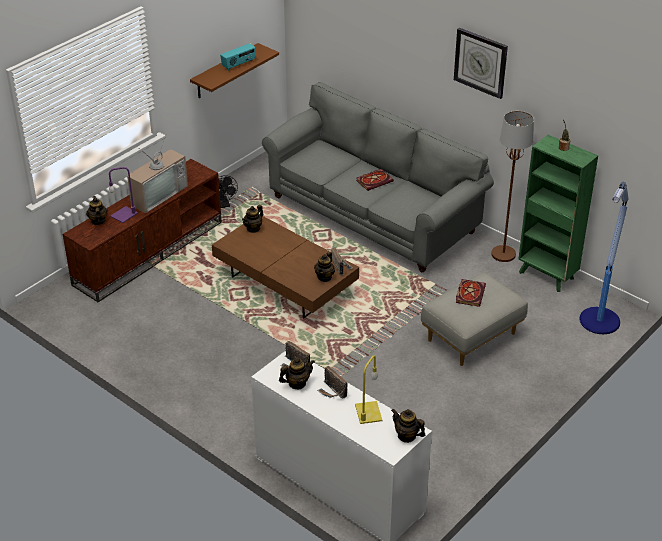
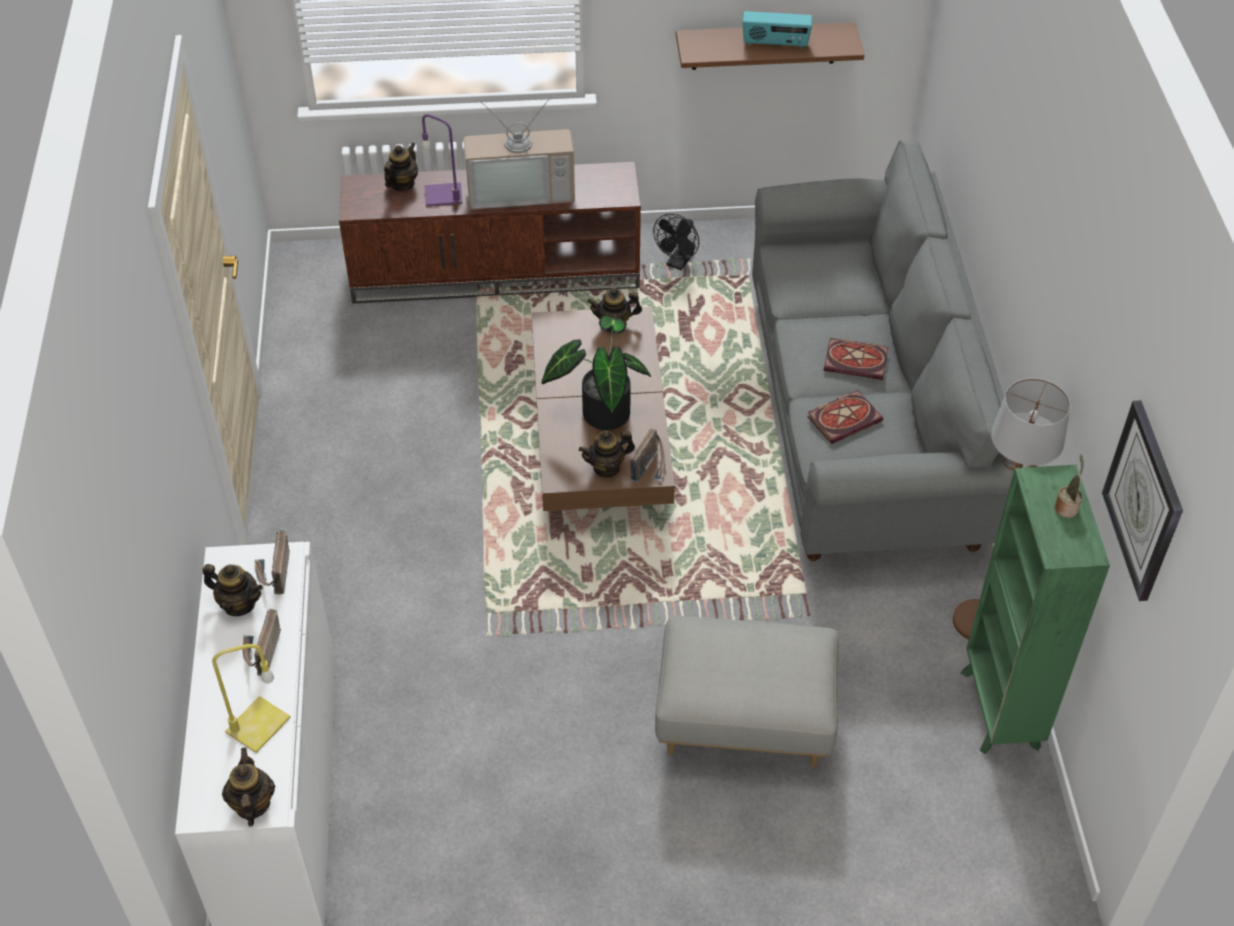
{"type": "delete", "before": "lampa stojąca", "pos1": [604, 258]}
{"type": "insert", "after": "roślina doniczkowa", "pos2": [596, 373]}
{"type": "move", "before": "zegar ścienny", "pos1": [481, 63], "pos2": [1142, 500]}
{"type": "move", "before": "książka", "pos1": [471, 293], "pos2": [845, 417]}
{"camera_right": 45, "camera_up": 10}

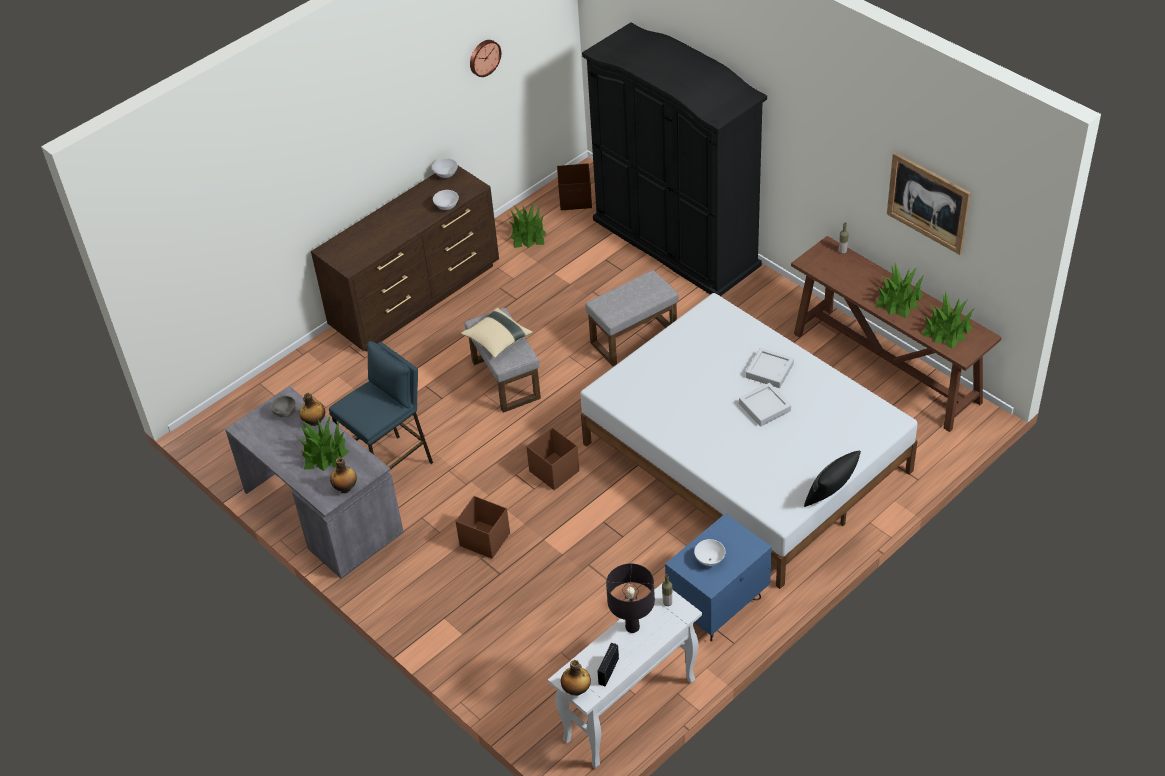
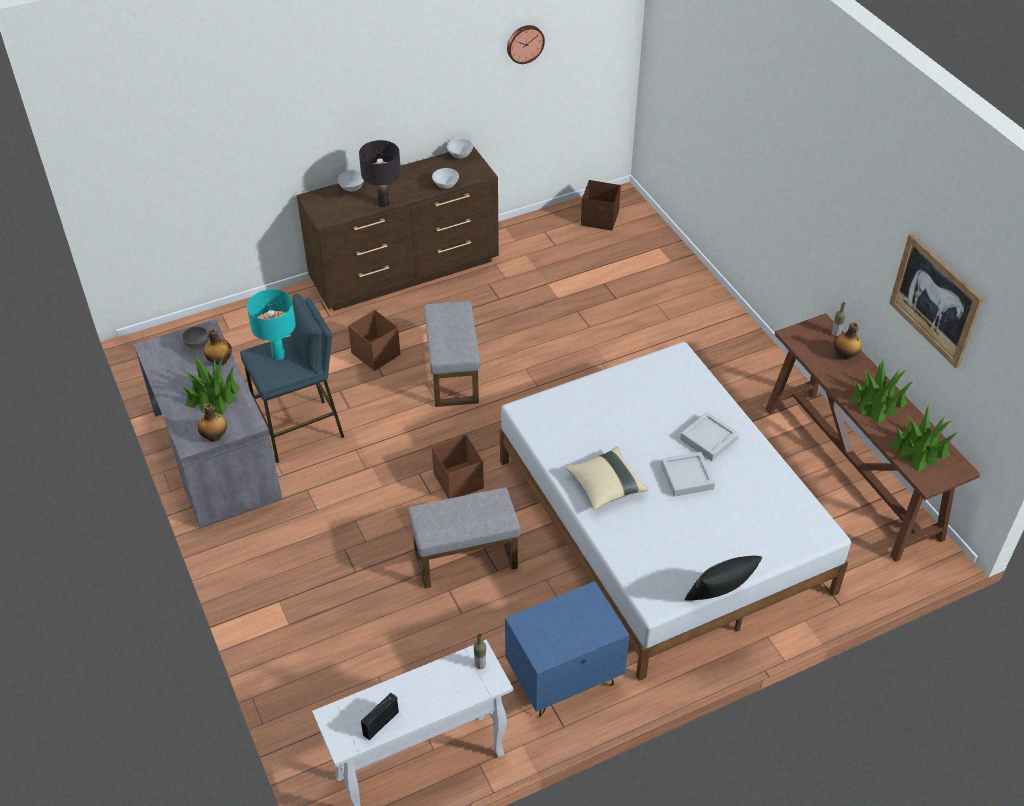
{"type": "delete", "before": "roślina doniczkowa", "pos1": [528, 225]}
{"type": "delete", "before": "szafa/czarny", "pos1": [674, 159]}
{"type": "insert", "after": "lampa stołowa/turkusowy", "pos2": [271, 324]}
{"type": "move", "before": "pojemnik do przechowywania/brązowy", "pos1": [482, 527], "pos2": [374, 340]}
{"type": "move", "before": "poduszka/beżowy", "pos1": [496, 332], "pos2": [607, 478]}
{"type": "move", "before": "butelka", "pos1": [576, 678], "pos2": [848, 341]}
{"type": "move", "before": "pufa/szary", "pos1": [632, 318], "pos2": [464, 538]}
{"type": "move", "before": "lampa stołowa/czarny", "pos1": [630, 598], "pos2": [380, 173]}
{"type": "move", "before": "miska/biały", "pos1": [709, 552], "pos2": [350, 181]}
{"camera_right": 15, "camera_up": 0}

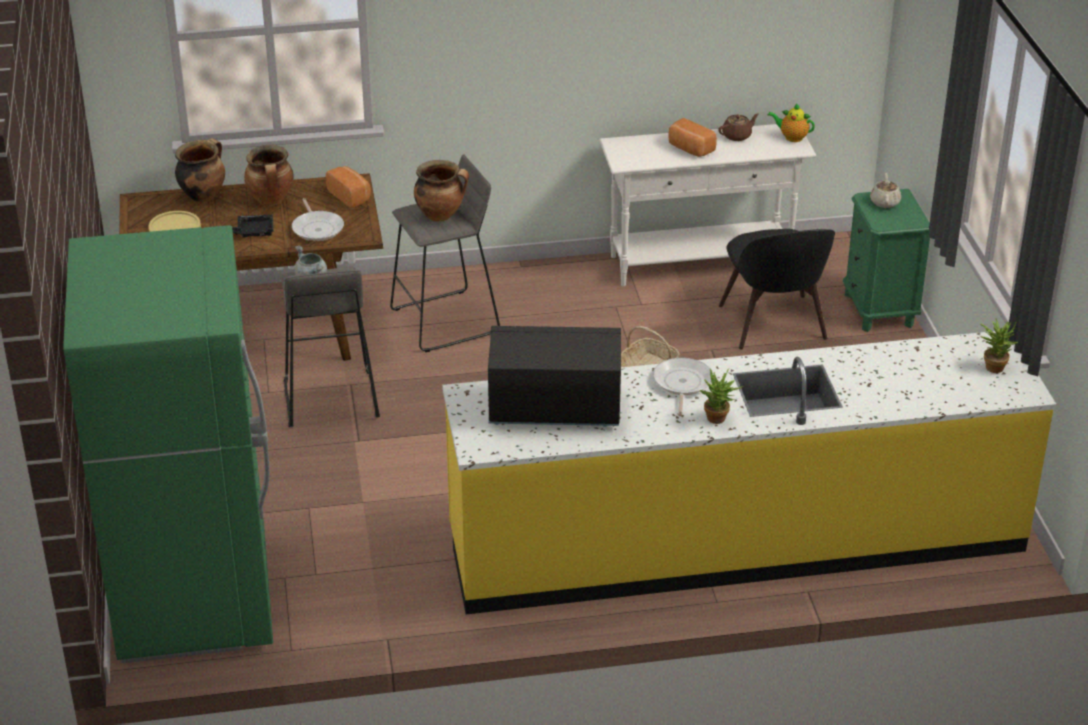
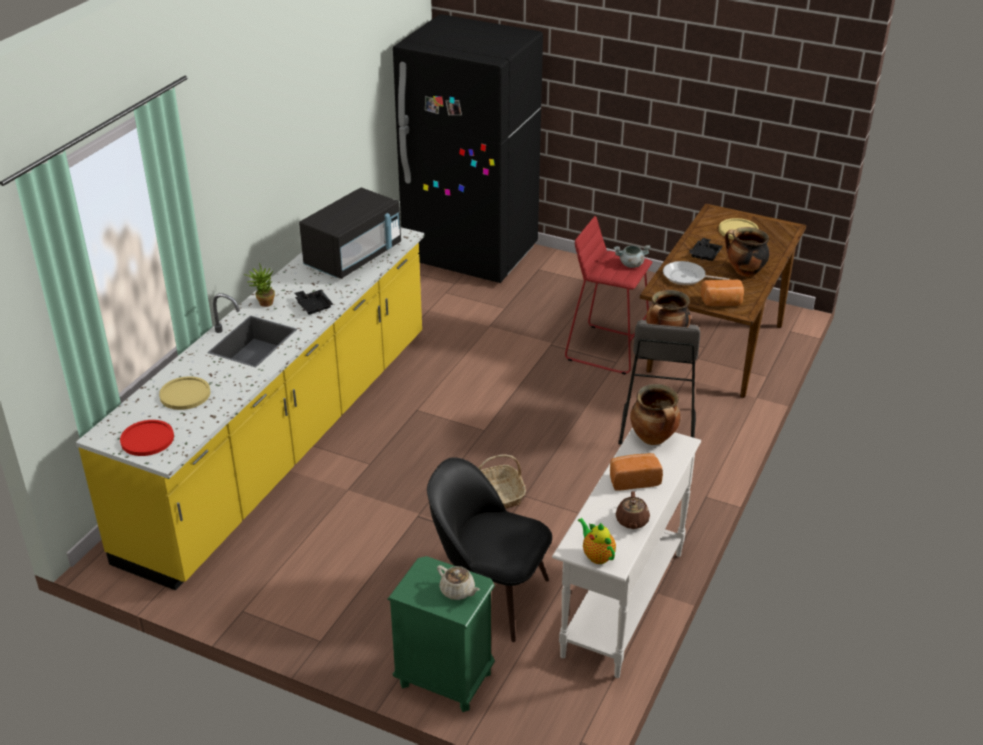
{"type": "insert", "after": "talerz/żółty", "pos2": [184, 393]}
{"type": "move", "before": "garnek", "pos1": [200, 170], "pos2": [655, 414]}
{"type": "replace", "before": "patelnia", "after": "taca/czarny", "pos1": [682, 387], "pos2": [314, 302]}
{"type": "replace", "before": "roślina doniczkowa", "after": "talerz/czerwony", "pos1": [999, 346], "pos2": [147, 438]}
{"type": "recolor", "before": "lodówka/zielony", "after": "lodówka/czarny", "pos1": [168, 444], "pos2": [468, 148]}
{"type": "recolor", "before": "stołek/szary", "after": "stołek/czerwony", "pos1": [331, 346], "pos2": [608, 295]}
{"type": "rotate", "before": "imbryk", "pos1": [791, 122], "pos2": [597, 541], "turn": -90}
{"camera_right": 125, "camera_up": 0}

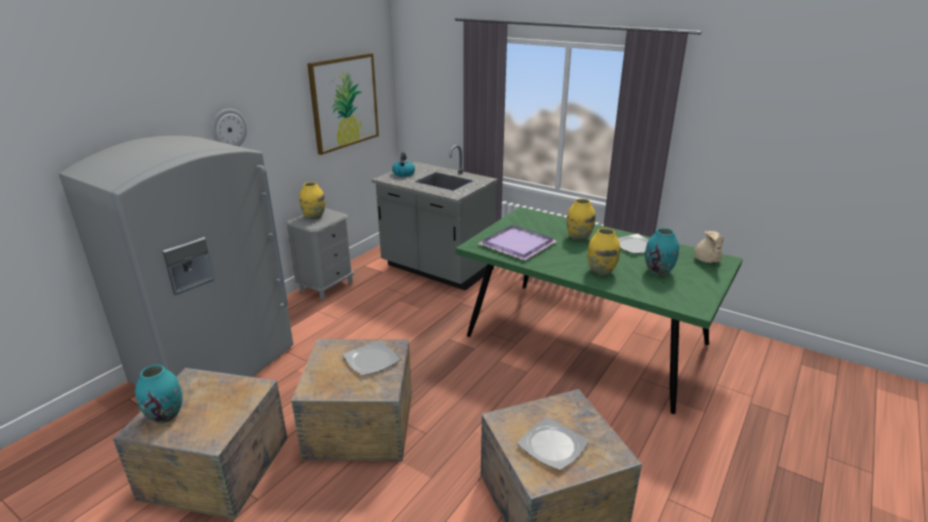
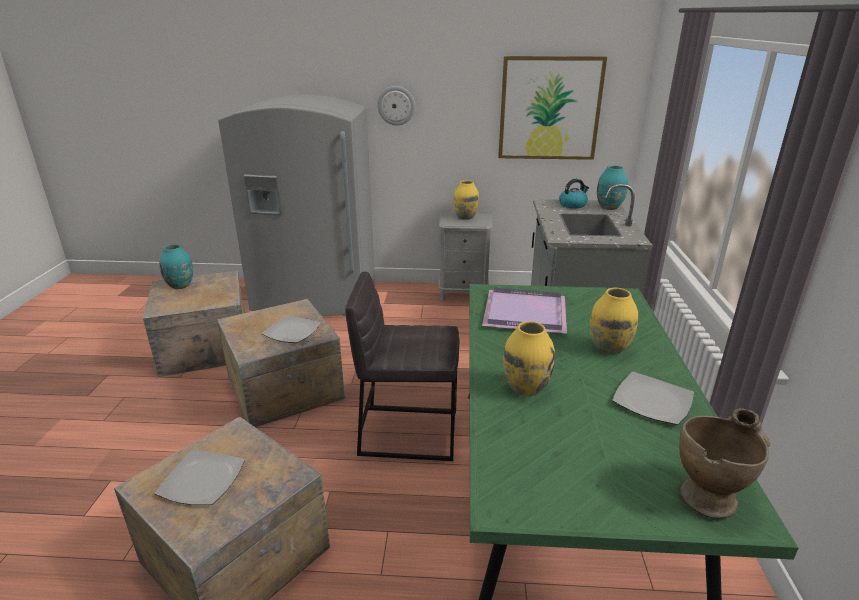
{"type": "insert", "after": "stołek/szary", "pos2": [402, 366]}
{"type": "move", "before": "wazon/turkusowy", "pos1": [662, 252], "pos2": [612, 187]}
{"type": "replace", "before": "imbryk/beżowy", "after": "wazon/beżowy", "pos1": [709, 247], "pos2": [724, 463]}
{"camera_right": 60, "camera_up": 0}

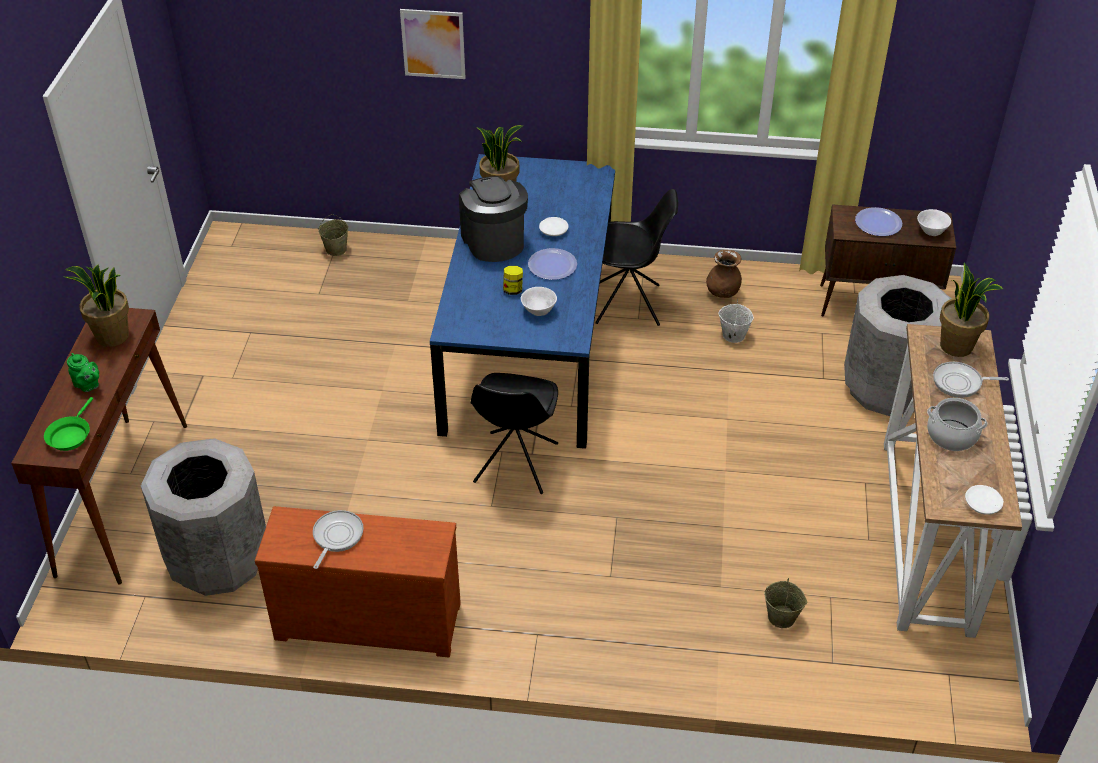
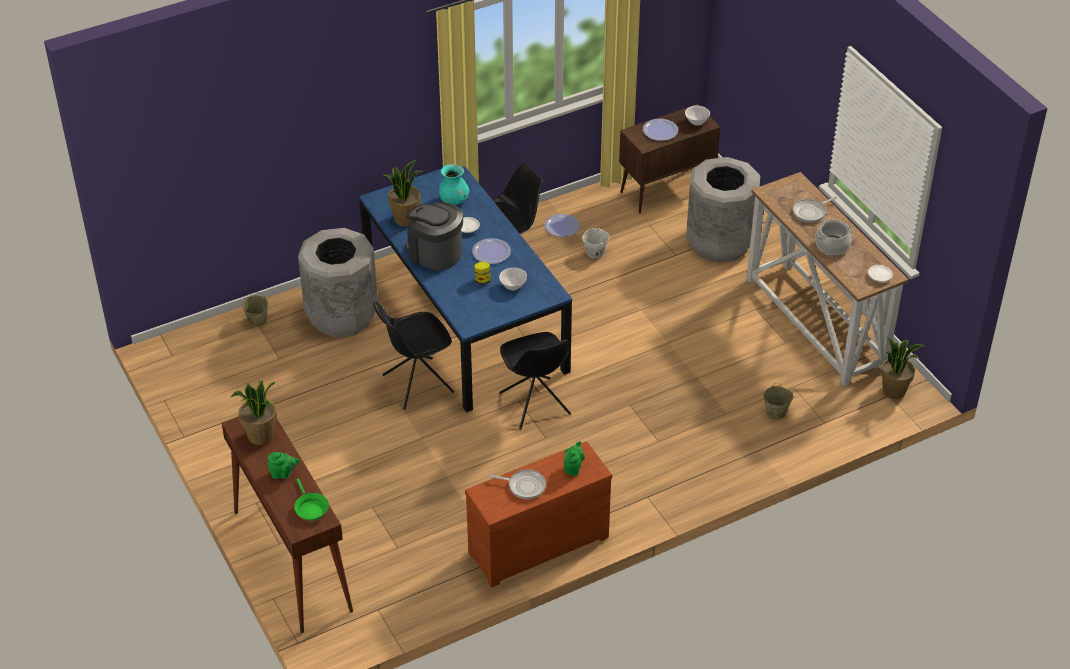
{"type": "delete", "before": "obraz", "pos1": [433, 44]}
{"type": "insert", "after": "krzesło/czarny", "pos2": [413, 355]}
{"type": "insert", "after": "wazon/turkusowy", "pos2": [454, 184]}
{"type": "insert", "after": "imbryk/zielony", "pos2": [574, 458]}
{"type": "move", "before": "kosz na śmieci/szary", "pos1": [203, 517], "pos2": [338, 282]}
{"type": "move", "before": "roślina doniczkowa", "pos1": [971, 309], "pos2": [902, 368]}
{"type": "replace", "before": "wazon/brązowy", "after": "talerz", "pos1": [724, 273], "pos2": [562, 225]}
{"type": "rotate", "before": "patelnia", "pos1": [338, 539], "pos2": [517, 484], "turn": 120}
{"camera_right": -35, "camera_up": 0}

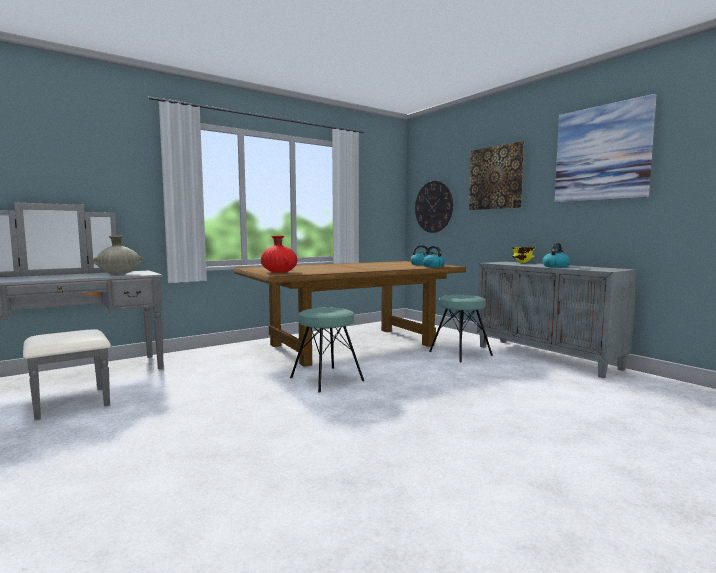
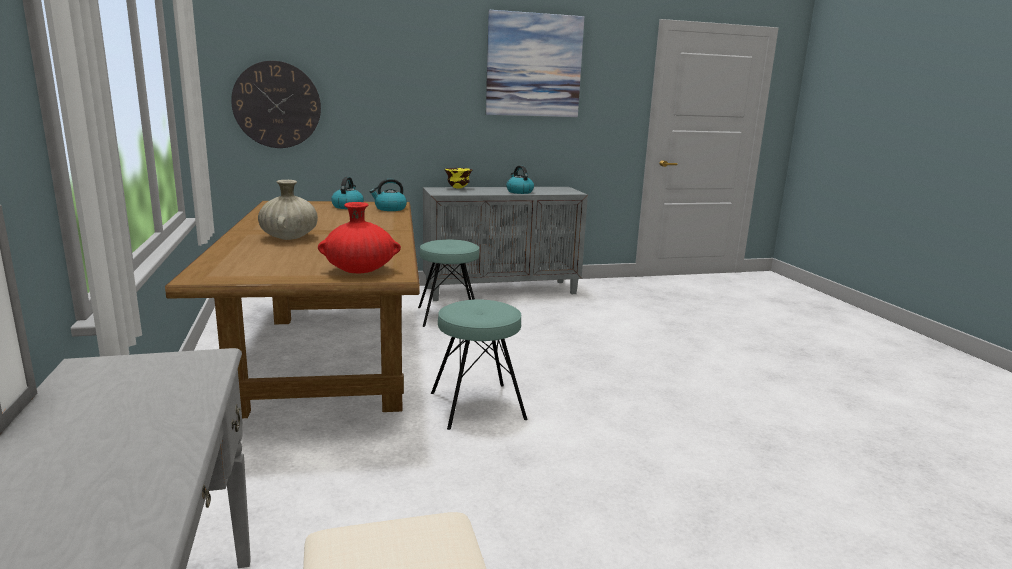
{"type": "delete", "before": "obraz", "pos1": [496, 175]}
{"type": "move", "before": "wazon/beżowy", "pos1": [118, 255], "pos2": [288, 210]}
{"camera_right": -70, "camera_up": 10}

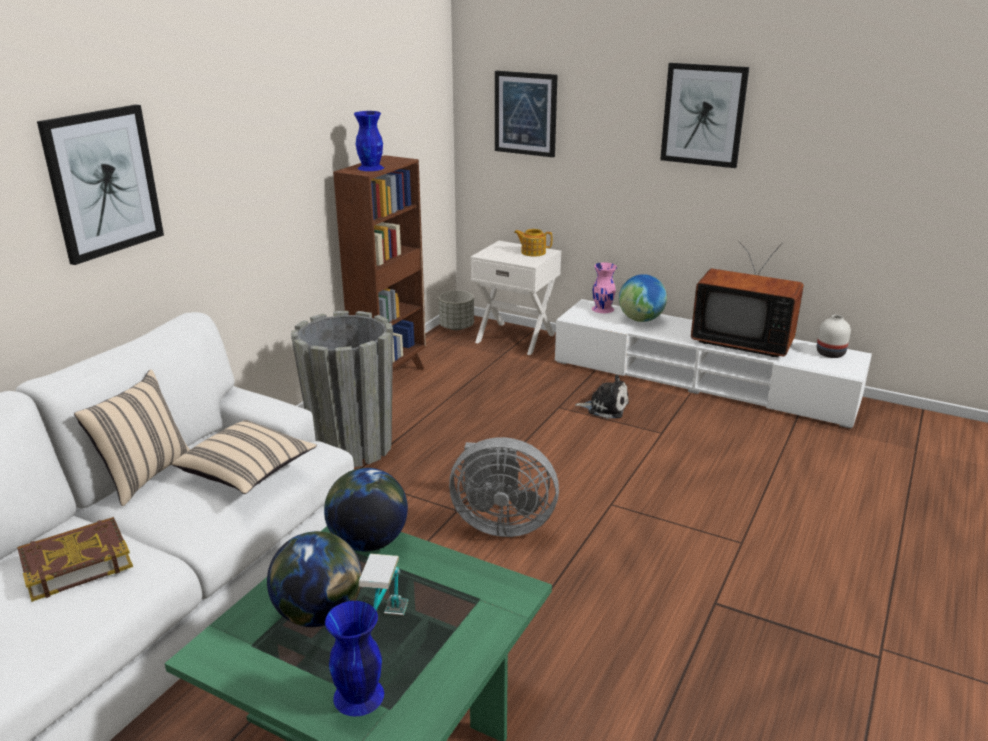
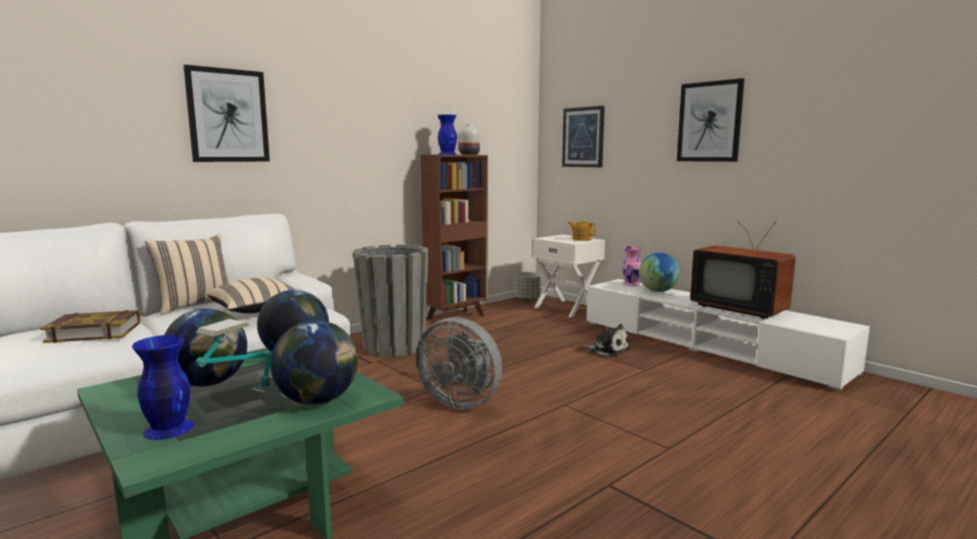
{"type": "insert", "after": "globus", "pos2": [314, 362]}
{"type": "move", "before": "wazon/biały", "pos1": [834, 336], "pos2": [469, 139]}
{"camera_right": 20, "camera_up": -15}

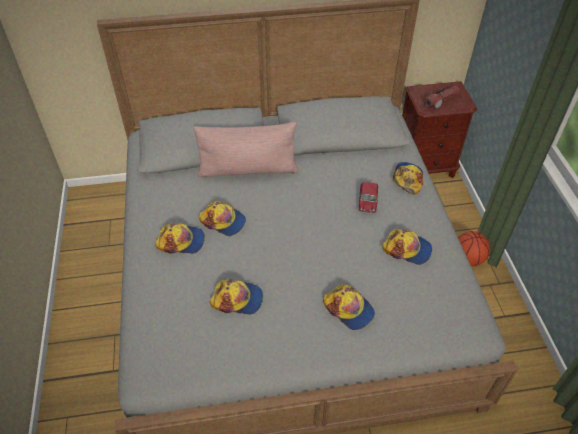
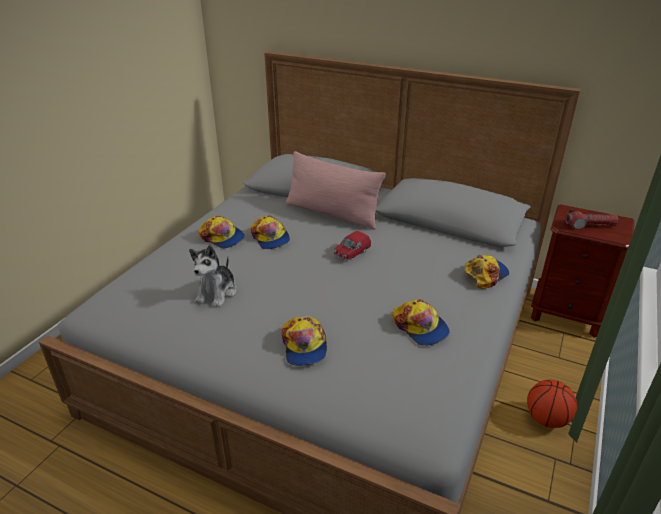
{"type": "move", "before": "samochodzik/czerwony", "pos1": [368, 197], "pos2": [352, 245]}
{"type": "replace", "before": "czapka z daszkiem", "after": "pluszak", "pos1": [236, 297], "pos2": [213, 276]}
{"camera_right": 35, "camera_up": -15}

